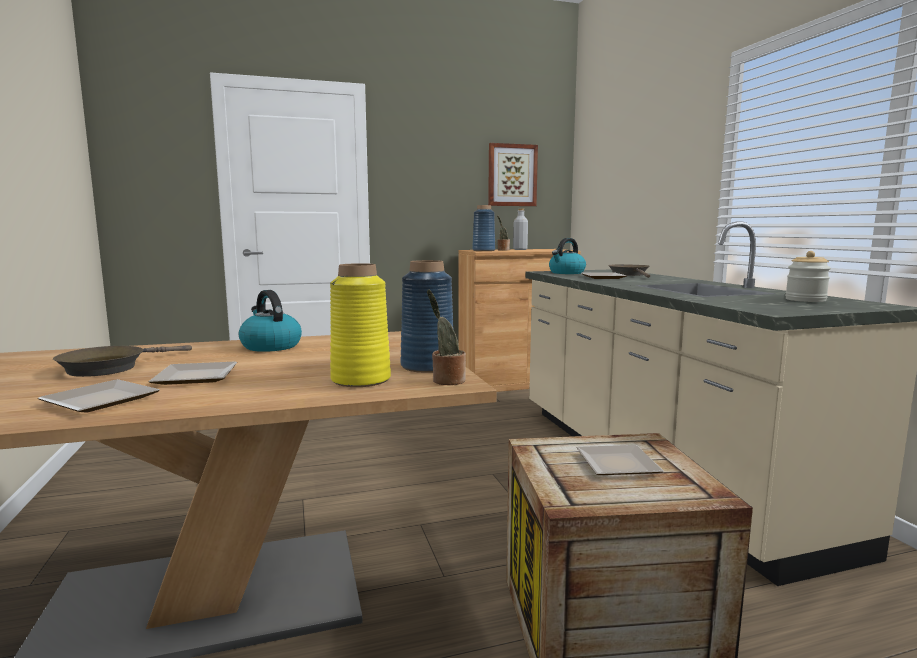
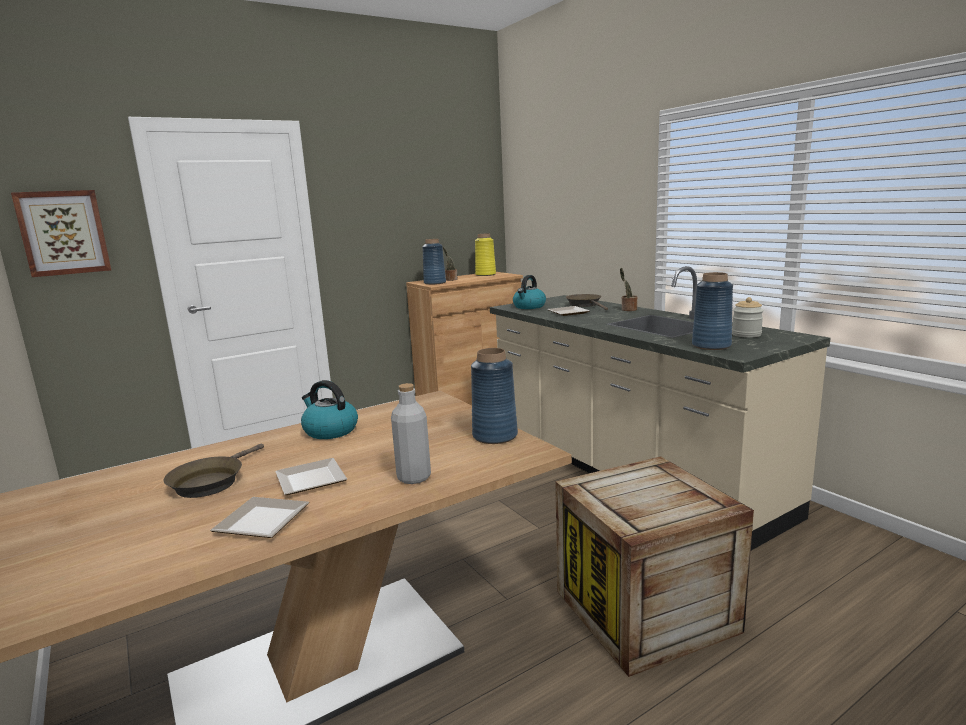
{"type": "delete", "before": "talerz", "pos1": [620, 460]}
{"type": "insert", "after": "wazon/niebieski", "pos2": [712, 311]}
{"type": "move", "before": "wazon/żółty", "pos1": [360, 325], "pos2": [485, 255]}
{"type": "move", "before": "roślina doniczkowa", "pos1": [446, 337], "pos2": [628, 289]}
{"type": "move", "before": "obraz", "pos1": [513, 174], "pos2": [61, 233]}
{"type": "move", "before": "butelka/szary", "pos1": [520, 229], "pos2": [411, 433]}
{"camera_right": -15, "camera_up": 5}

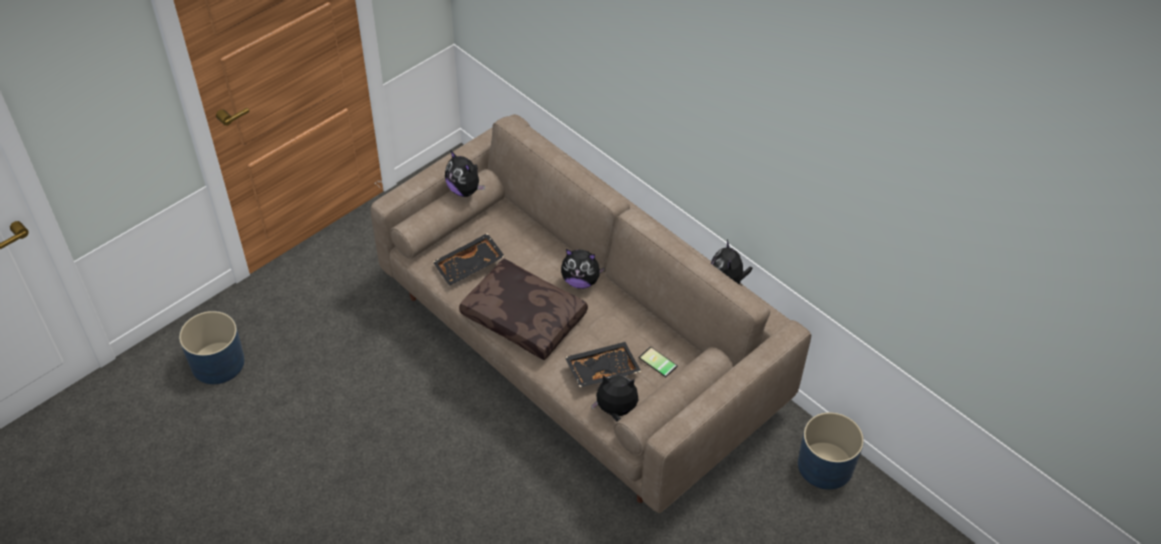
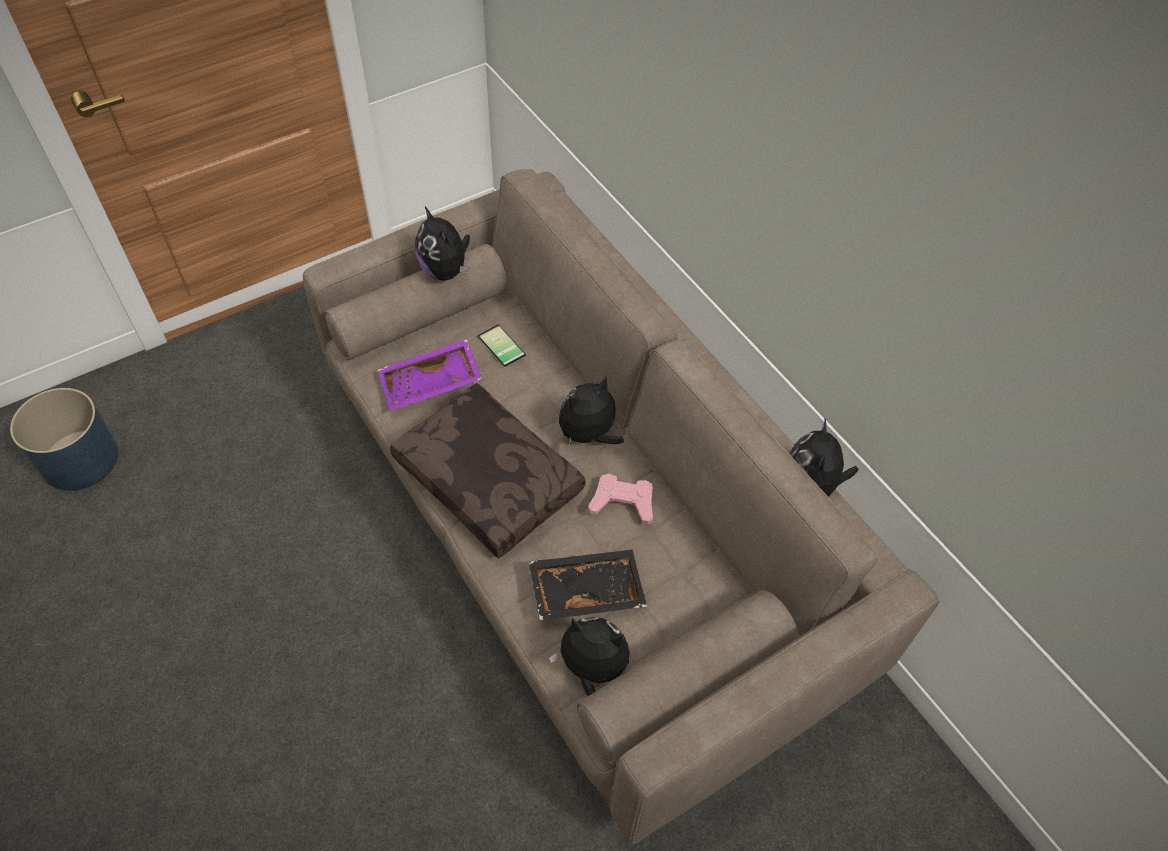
{"type": "delete", "before": "donica/niebieski", "pos1": [831, 451]}
{"type": "insert", "after": "pad do gier/różowy", "pos2": [620, 499]}
{"type": "move", "before": "telefon", "pos1": [658, 361], "pos2": [502, 345]}
{"type": "recolor", "before": "taca/czarny", "after": "taca/fioletowy", "pos1": [469, 259], "pos2": [430, 375]}
{"type": "rotate", "before": "pluszak", "pos1": [583, 269], "pos2": [591, 413], "turn": 120}
{"camera_right": 10, "camera_up": 5}

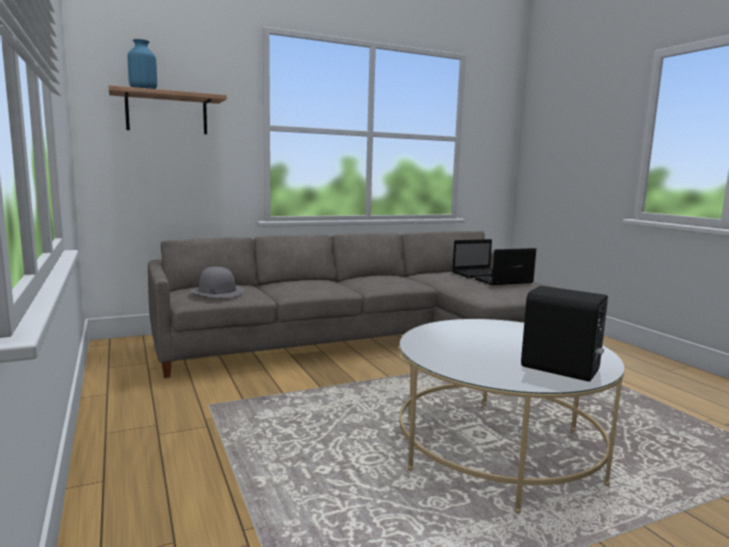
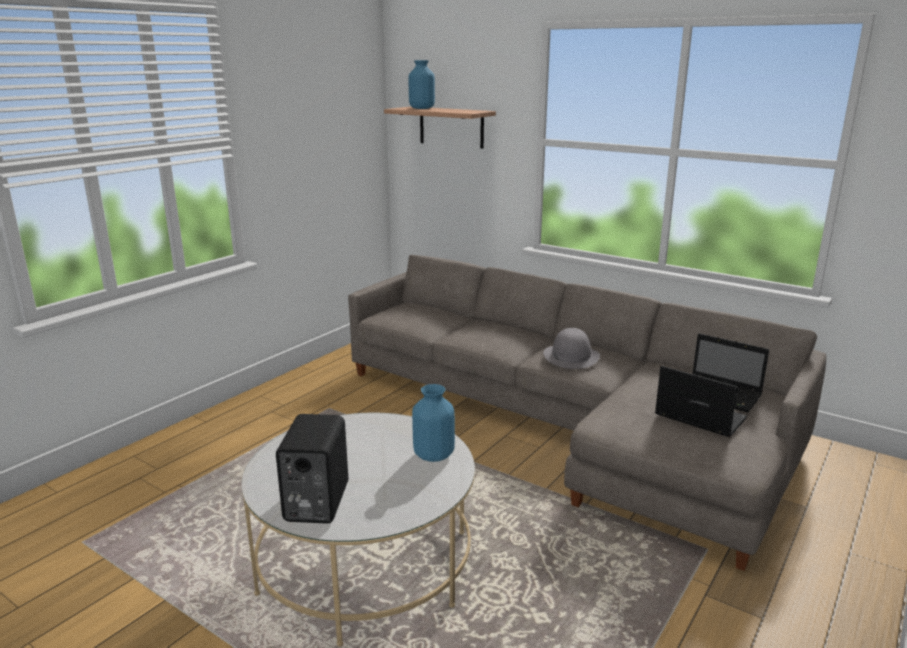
{"type": "insert", "after": "wazon/niebieski", "pos2": [433, 423]}
{"type": "move", "before": "kapelusz/szary", "pos1": [217, 282], "pos2": [571, 348]}
{"camera_right": 60, "camera_up": 10}

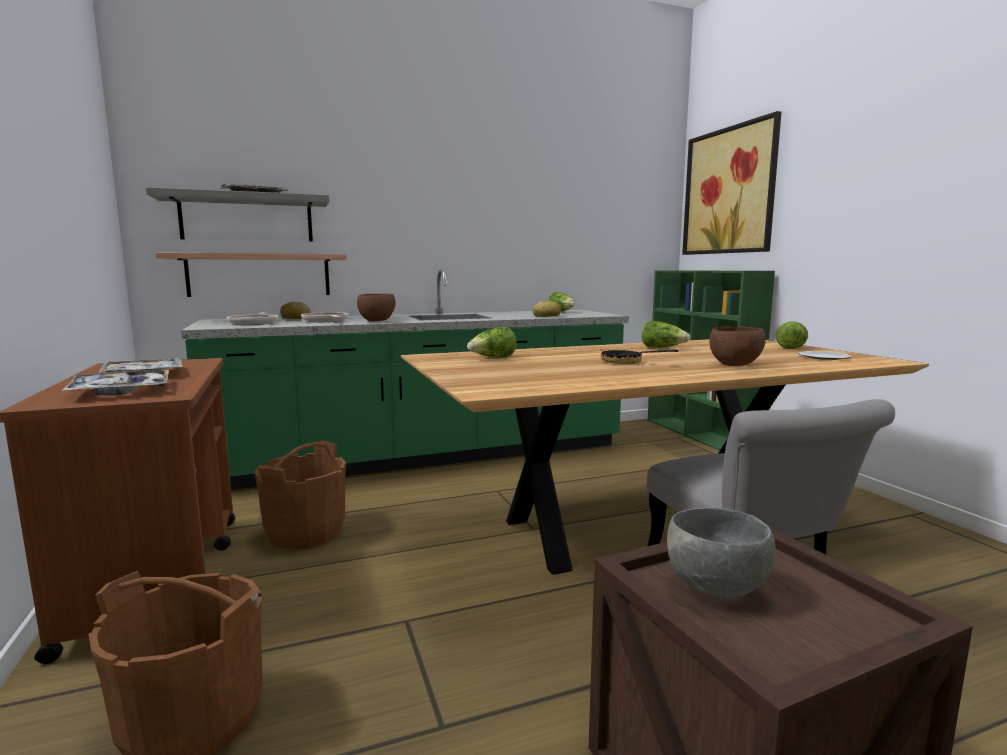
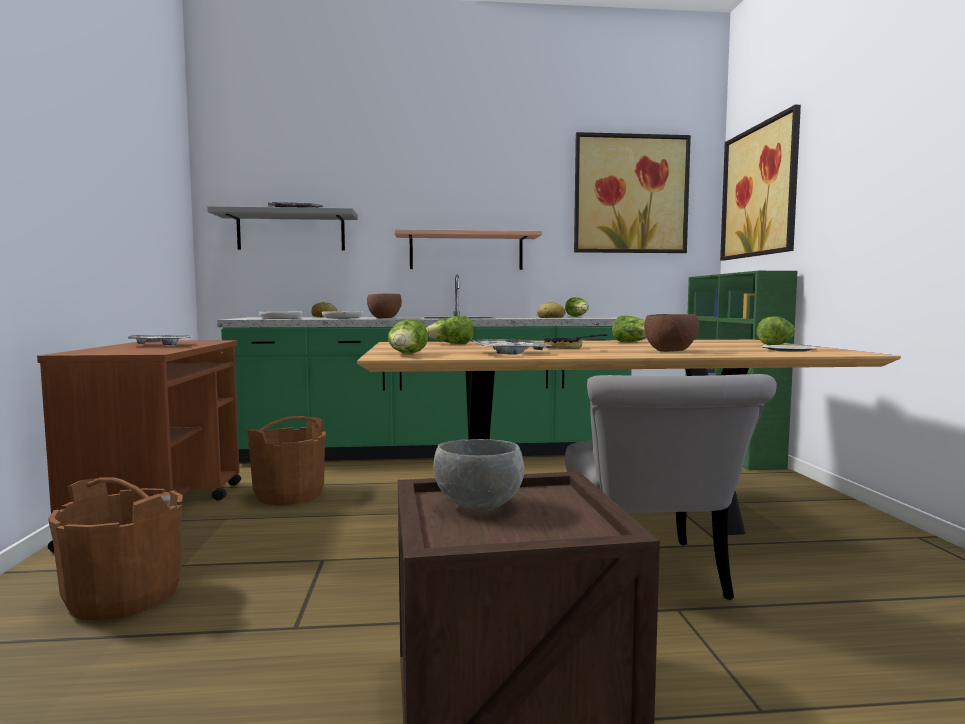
{"type": "insert", "after": "sałata", "pos2": [408, 336]}
{"type": "insert", "after": "obraz", "pos2": [632, 192]}
{"type": "move", "before": "taca", "pos1": [115, 382], "pos2": [512, 347]}
{"type": "move", "before": "półka", "pos1": [251, 274], "pos2": [468, 249]}
{"camera_right": 15, "camera_up": -5}

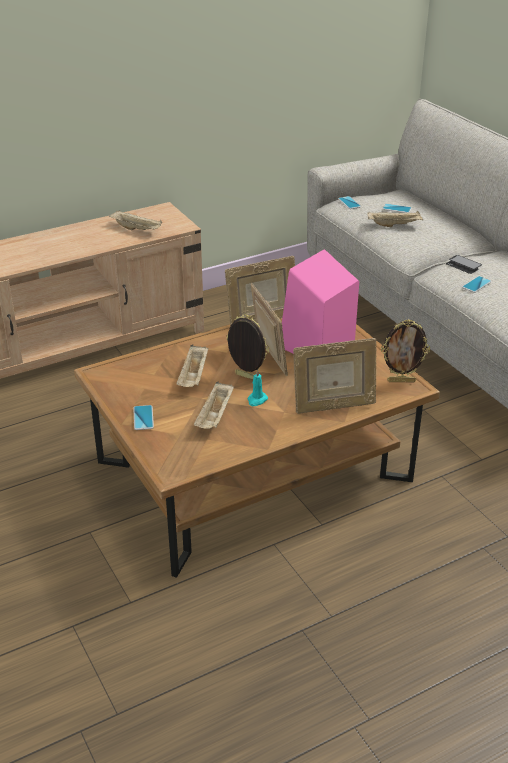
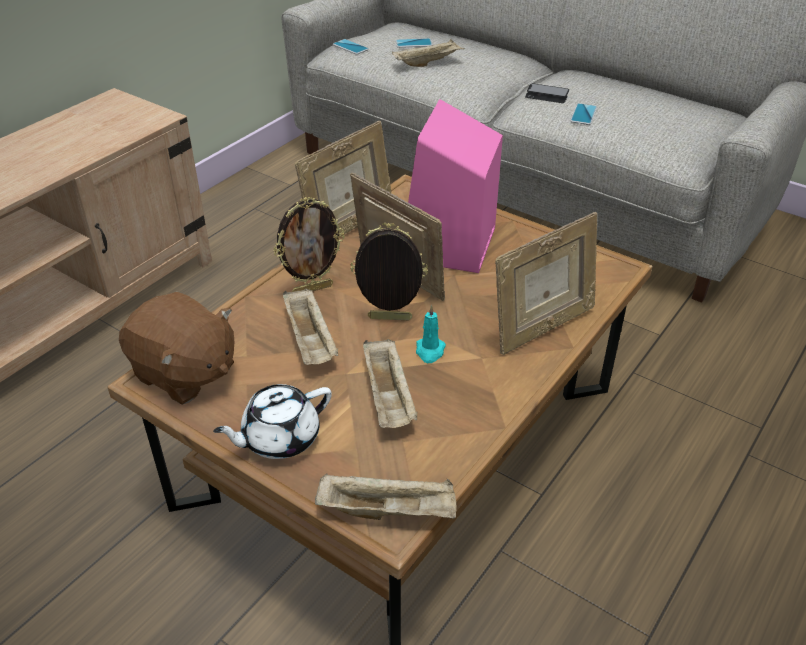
{"type": "insert", "after": "pluszak/brązowy", "pos2": [176, 348]}
{"type": "move", "before": "taca/beżowy", "pos1": [135, 220], "pos2": [386, 496]}
{"type": "move", "before": "ramka na zdjęcie", "pos1": [405, 350], "pos2": [309, 244]}
{"type": "replace", "before": "telefon", "after": "imbryk/biały", "pos1": [143, 417], "pos2": [272, 421]}
{"camera_right": -25, "camera_up": 5}

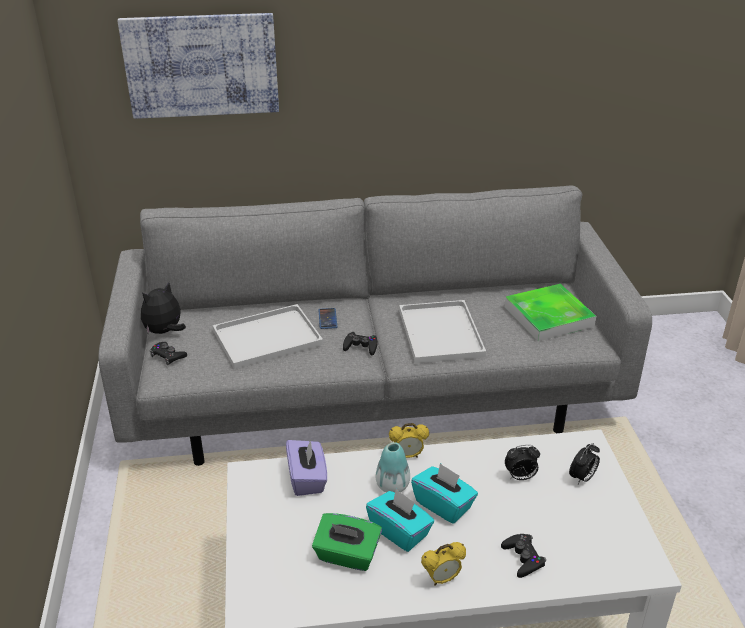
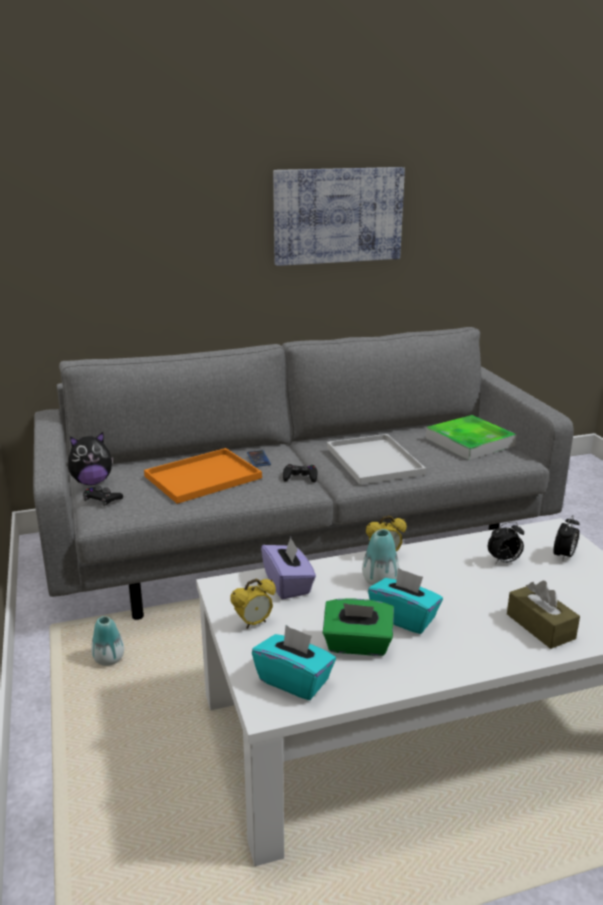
{"type": "insert", "after": "wazon", "pos2": [107, 641]}
{"type": "move", "before": "obraz", "pos1": [198, 66], "pos2": [339, 216]}
{"type": "move", "before": "pudełko chusteczek/turkusowy", "pos1": [444, 493], "pos2": [294, 662]}
{"type": "move", "before": "budzik", "pos1": [443, 564], "pos2": [253, 604]}
{"type": "replace", "before": "pad do gier/czarny", "after": "pudełko chusteczek/brązowy", "pos1": [523, 556], "pos2": [543, 615]}
{"type": "recolor", "before": "taca/biały", "after": "taca/pomarańczowy", "pos1": [267, 336], "pos2": [203, 476]}
{"type": "rotate", "before": "pluszak", "pos1": [163, 308], "pos2": [91, 458], "turn": -150}
{"camera_right": -10, "camera_up": -10}

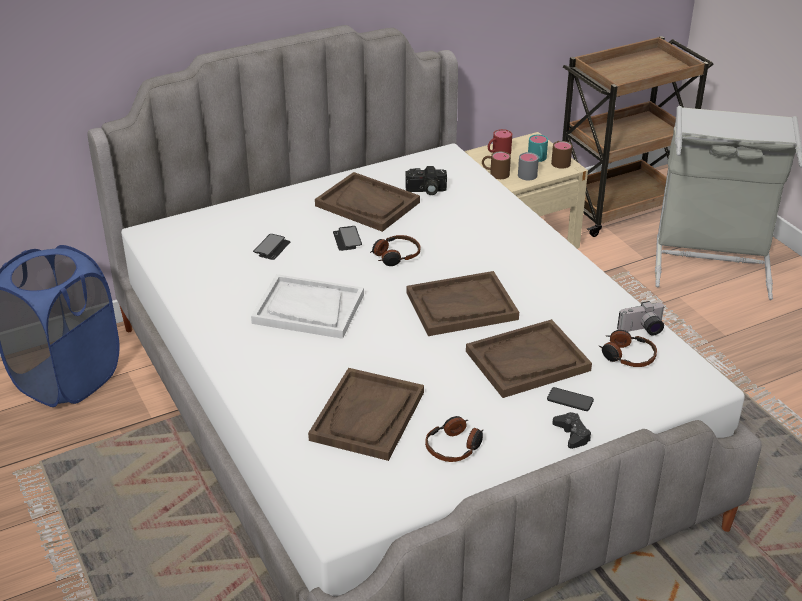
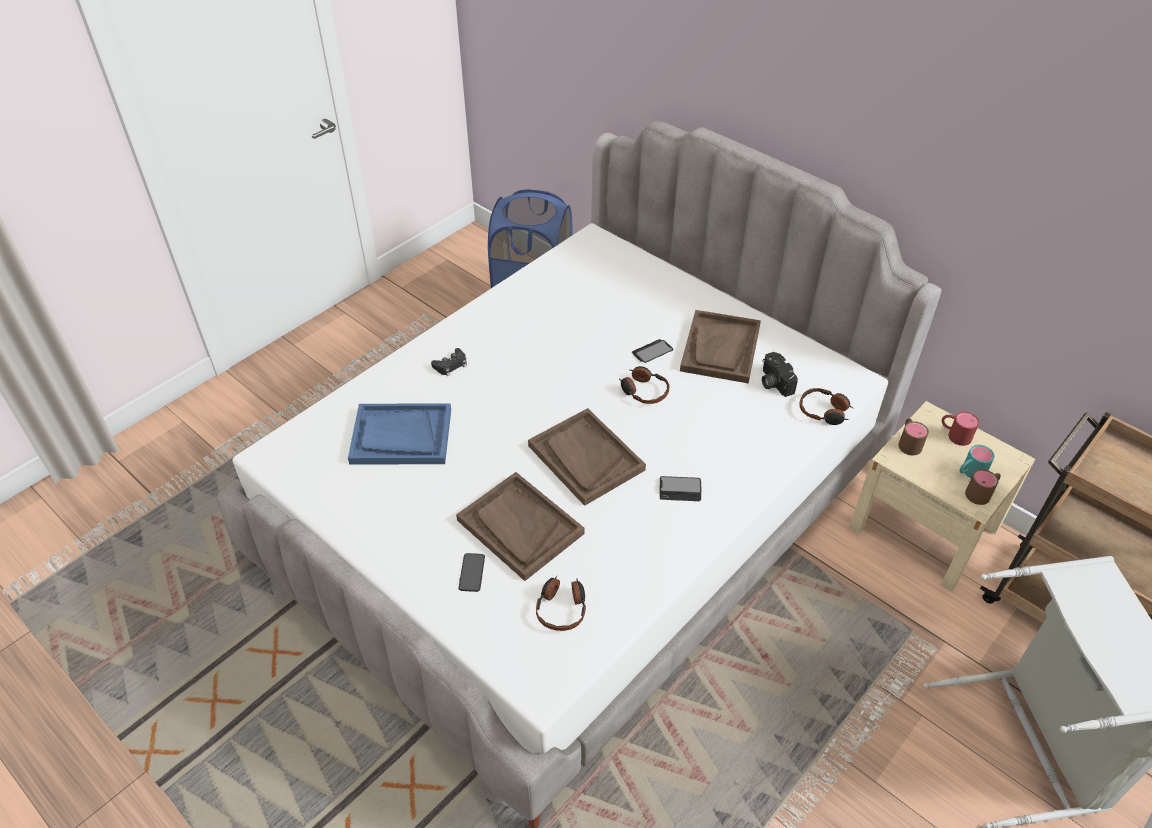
{"type": "delete", "before": "taca/biały", "pos1": [307, 306]}
{"type": "delete", "before": "kubek/szary", "pos1": [528, 166]}
{"type": "delete", "before": "aparat fotograficzny", "pos1": [641, 318]}
{"type": "move", "before": "telefon", "pos1": [271, 247], "pos2": [680, 488]}
{"type": "move", "before": "słuchawki", "pos1": [454, 439], "pos2": [826, 406]}
{"type": "move", "before": "pad do gier/czarny", "pos1": [571, 430], "pos2": [449, 362]}
{"type": "recolor", "before": "taca/brązowy", "after": "taca/niebieski", "pos1": [366, 414], "pos2": [399, 434]}
{"camera_right": 70, "camera_up": 10}

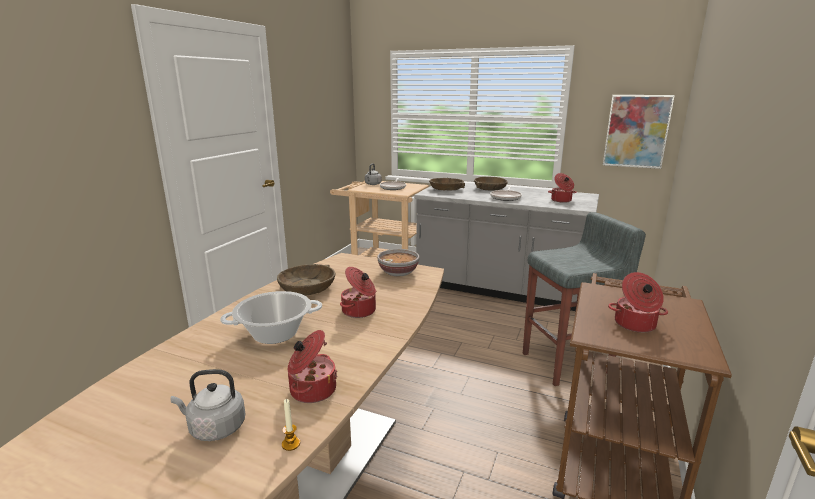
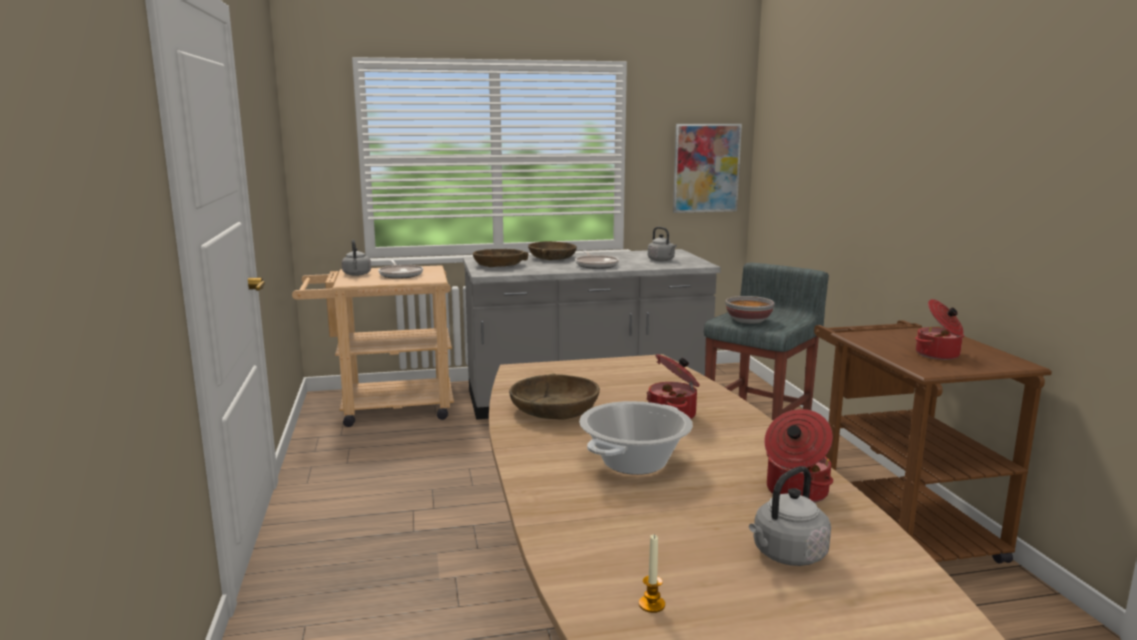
{"type": "move", "before": "świeca", "pos1": [291, 425], "pos2": [652, 573]}
{"type": "move", "before": "miska", "pos1": [398, 262], "pos2": [750, 310]}
{"type": "replace", "before": "garnek", "after": "czajnik/szary", "pos1": [562, 188], "pos2": [662, 244]}
{"camera_right": -35, "camera_up": -5}

